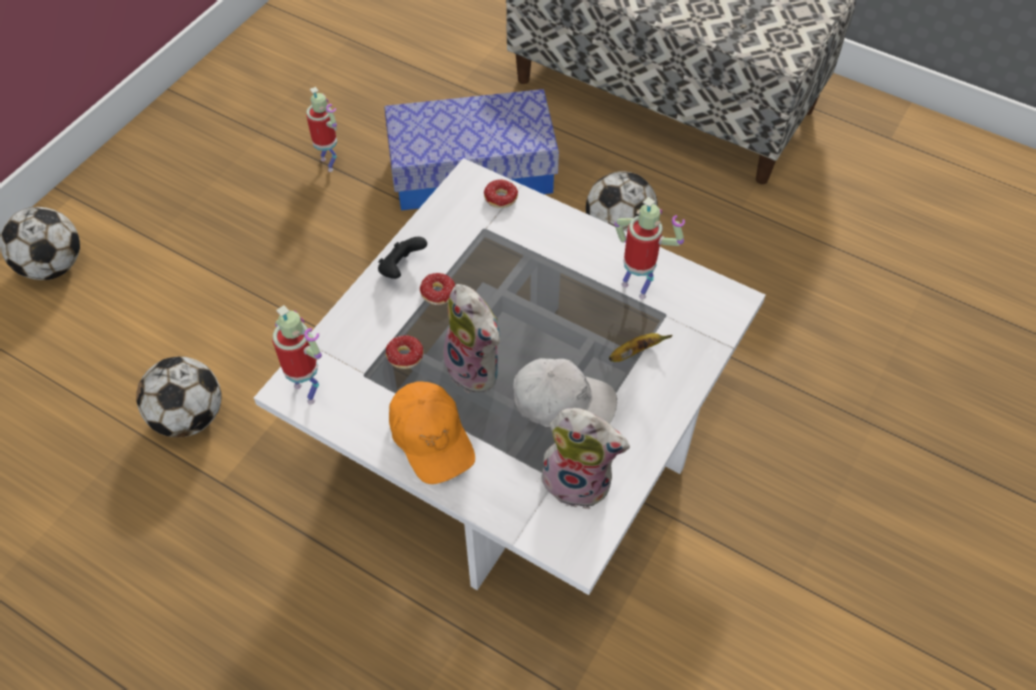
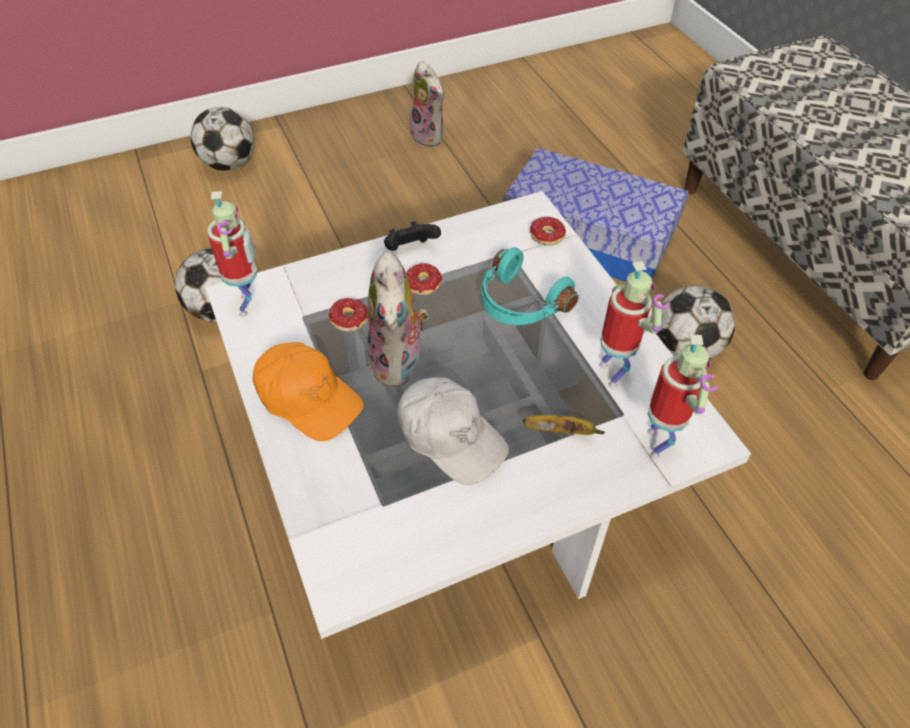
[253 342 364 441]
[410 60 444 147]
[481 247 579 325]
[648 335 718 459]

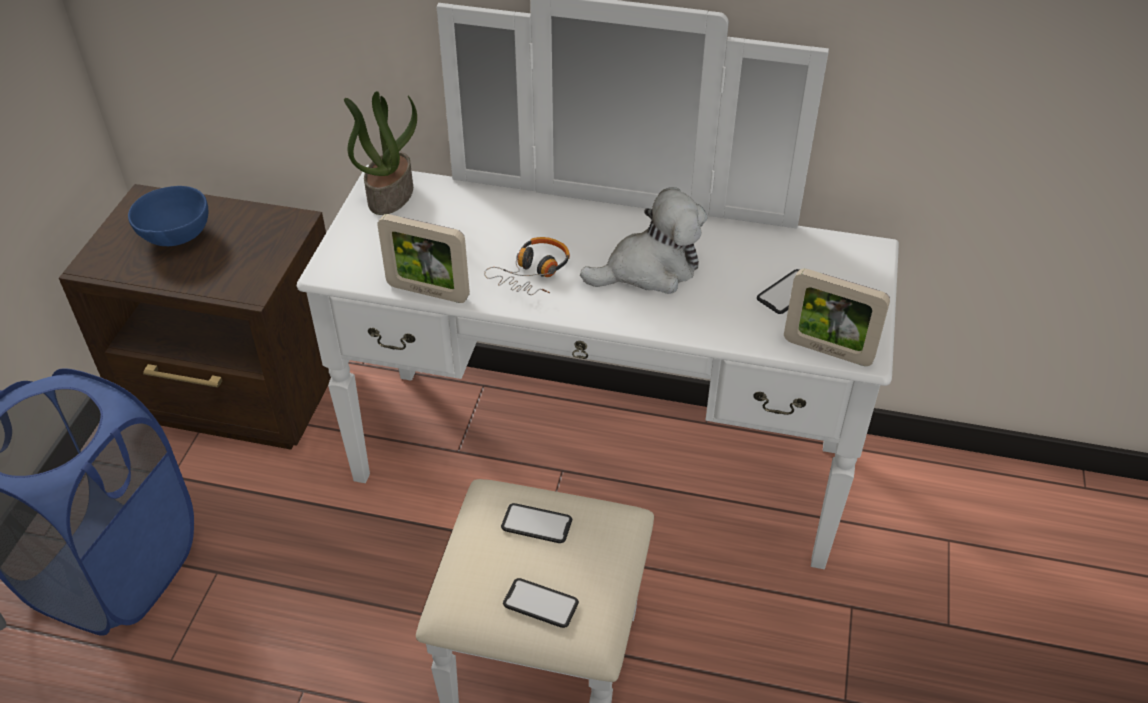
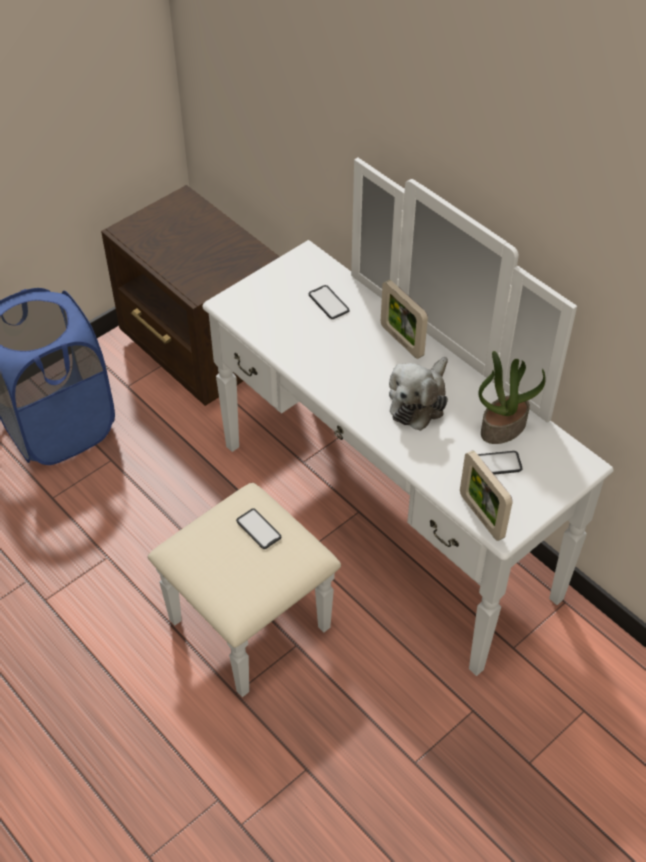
[308 285 350 319]
[381 280 428 359]
[389 357 448 431]
[478 351 545 444]
[128 186 208 246] (first image)
[484 237 570 295] (first image)

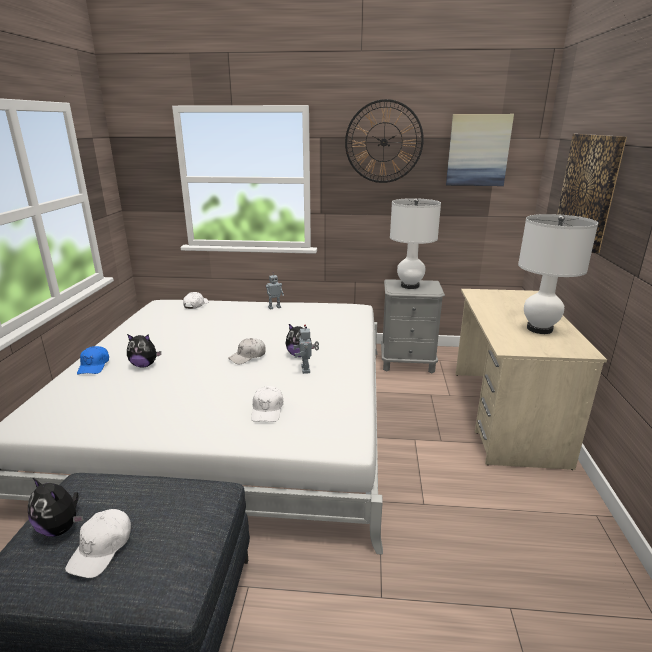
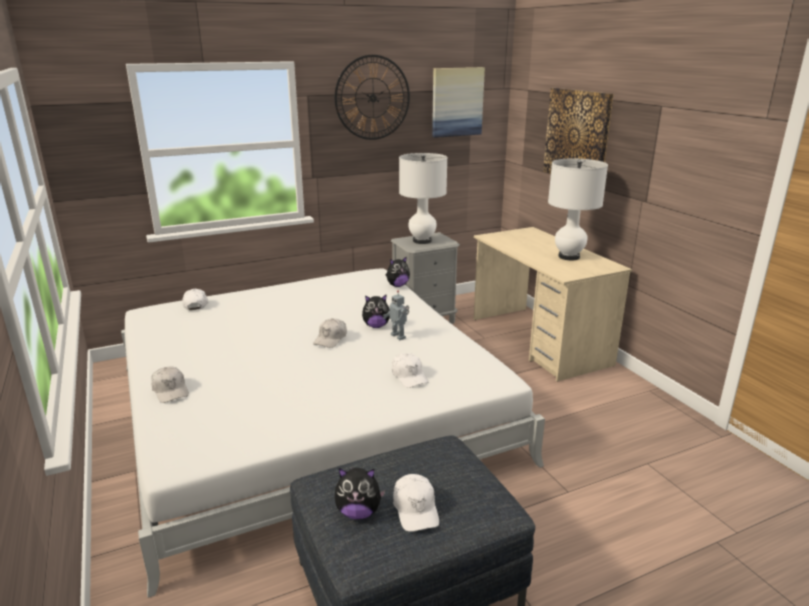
[151 366 189 403]
[385 256 410 287]
[266 272 284 309] (first image)

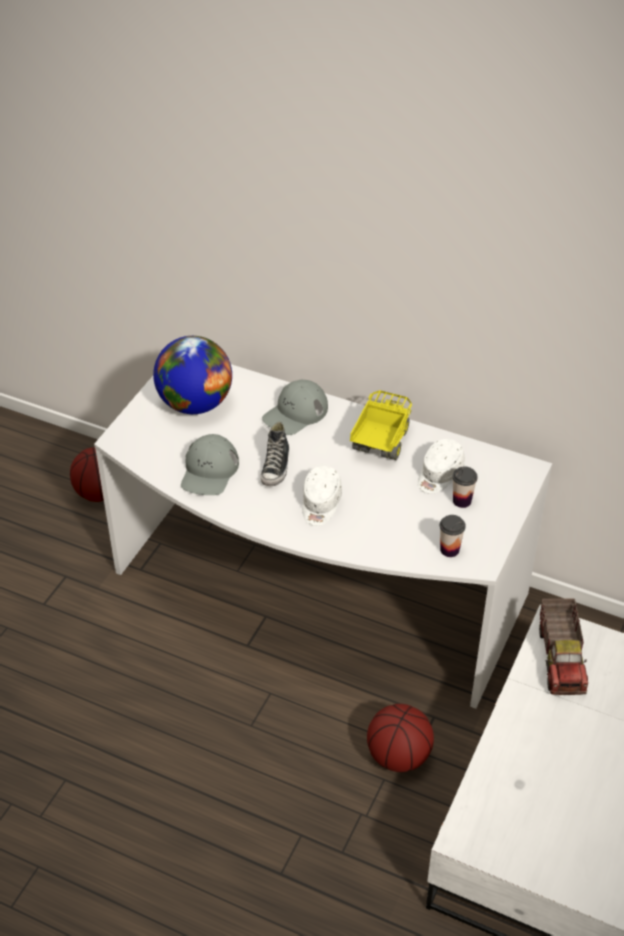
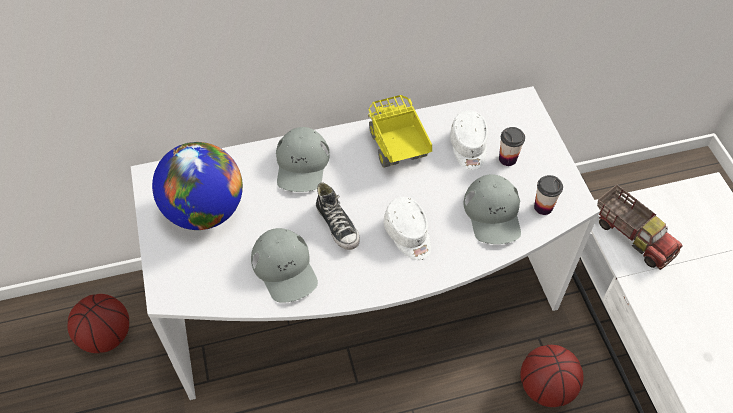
[463 174 521 244]

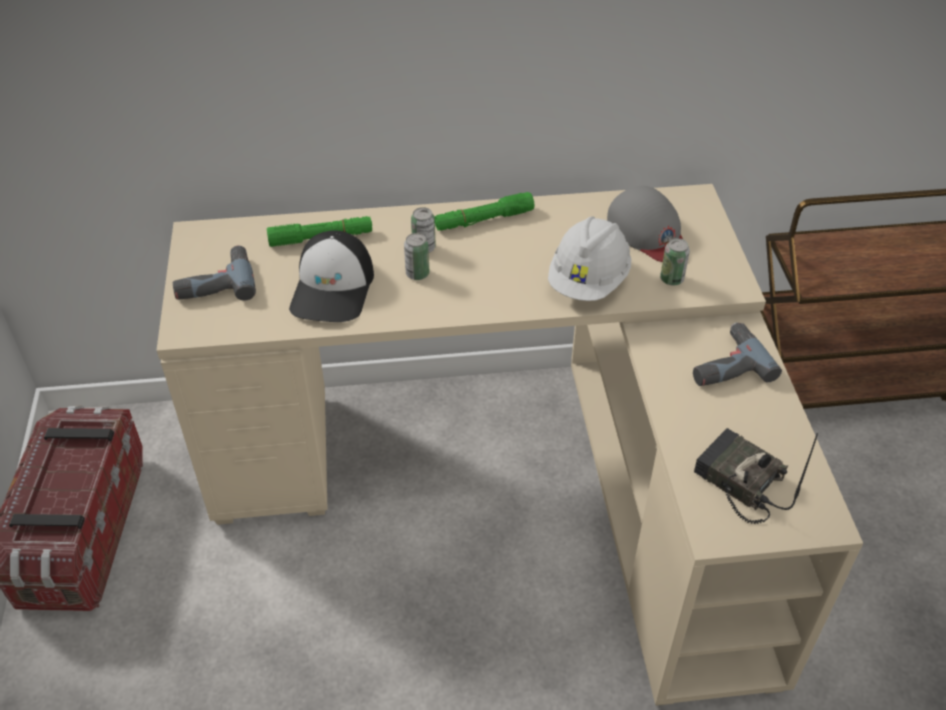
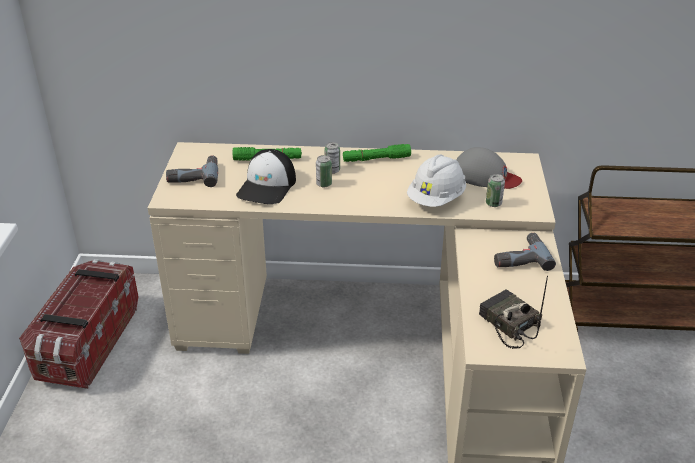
[456 147 522 189]

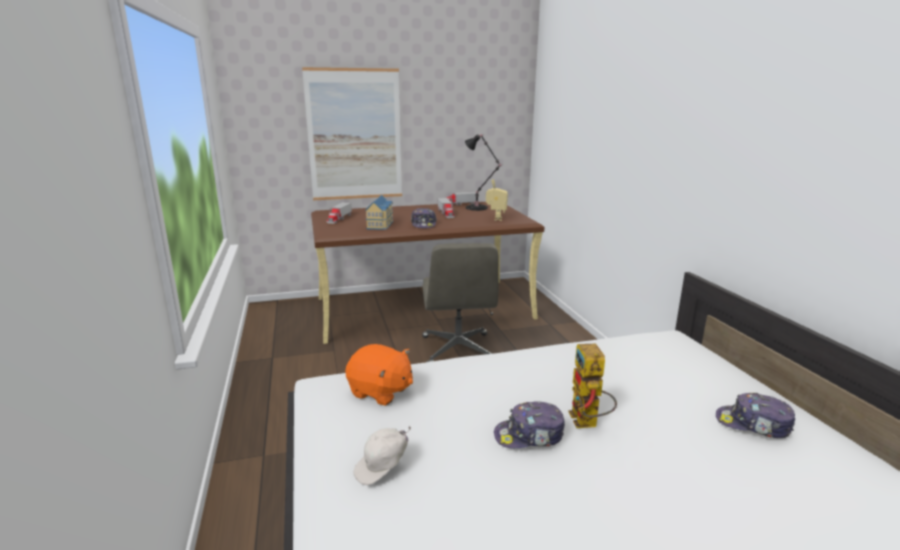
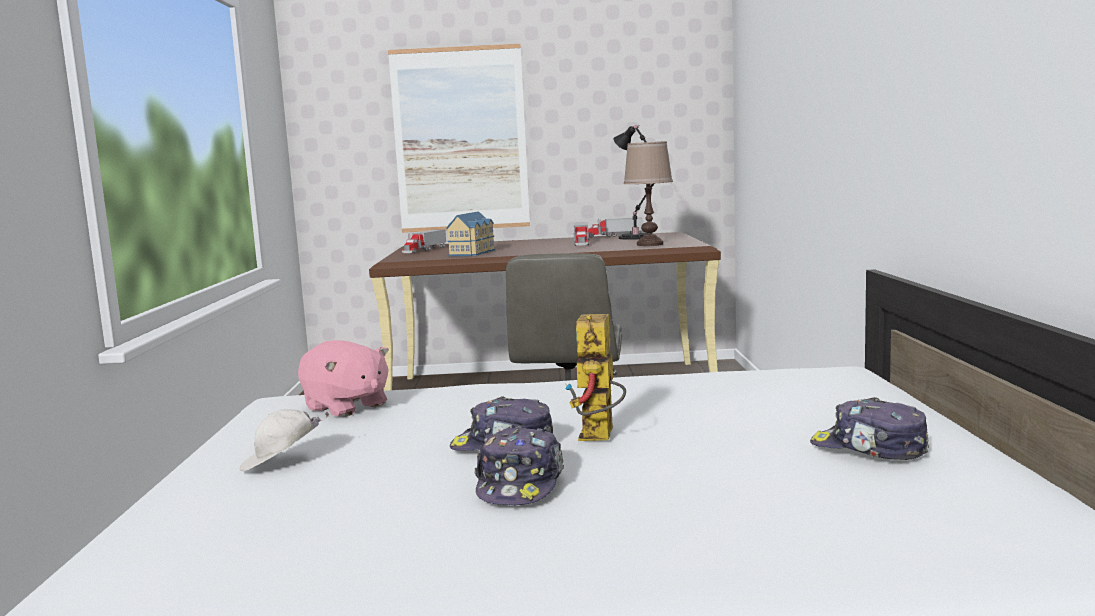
[298 341 389 417]
[474 426 564 506]
[624 141 673 246]

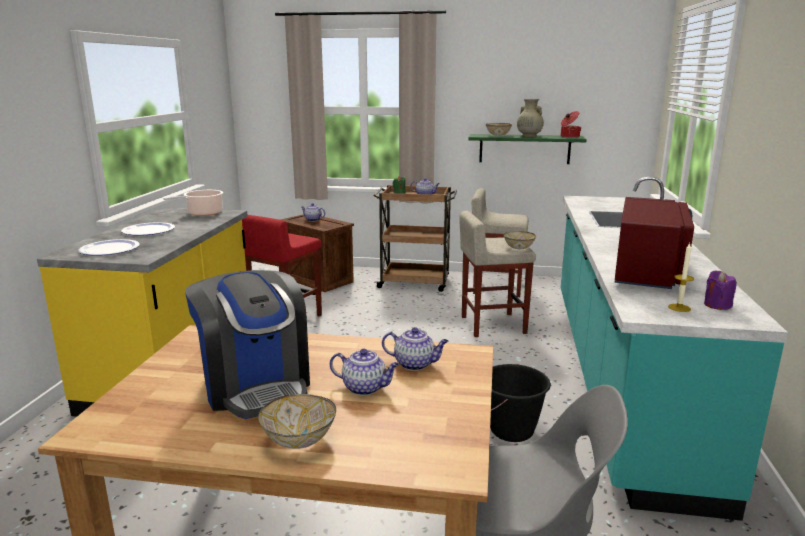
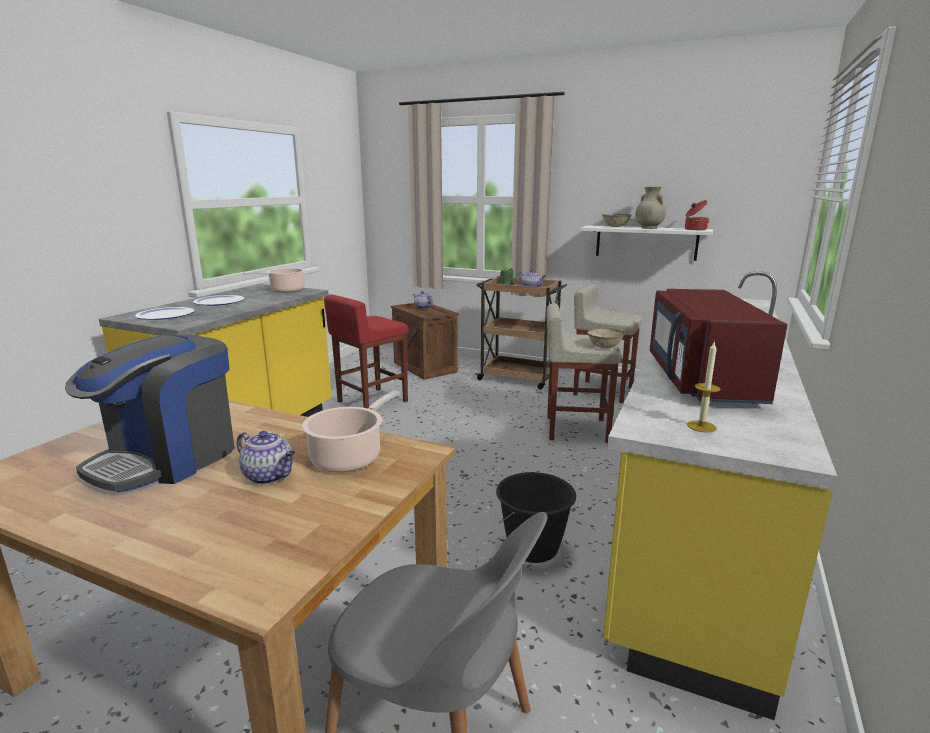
[65 334 235 493]
[302 391 399 472]
[580 225 713 261]
[603 271 837 720]
[650 289 787 404]
[258 394 336 449] (first image)
[704 270 737 310] (first image)

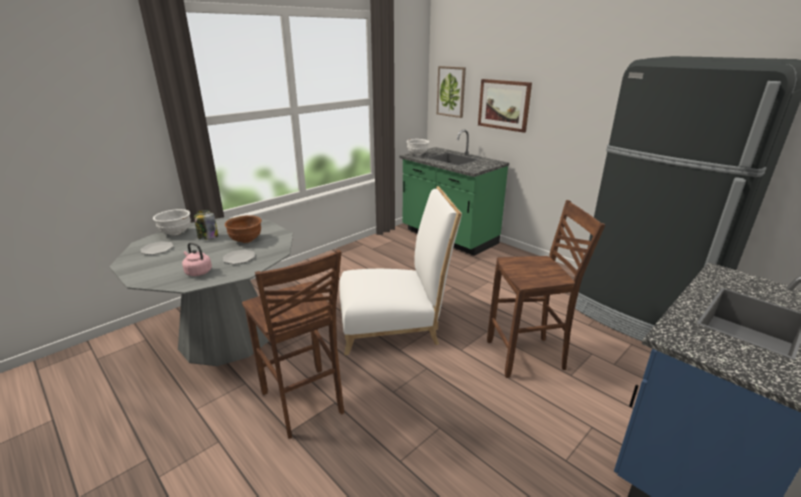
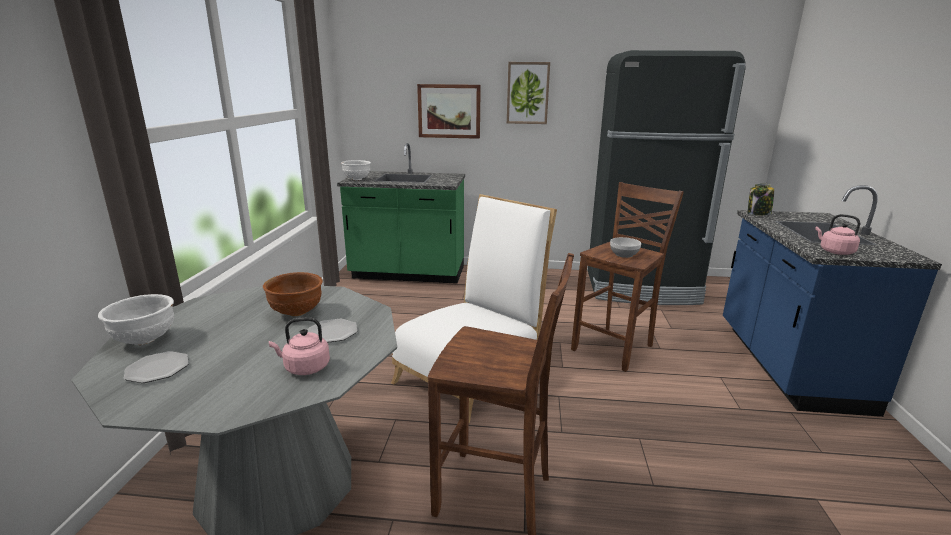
[507 62 550 124]
[610 237 641 258]
[748 184 774 215]
[815 214 860 255]

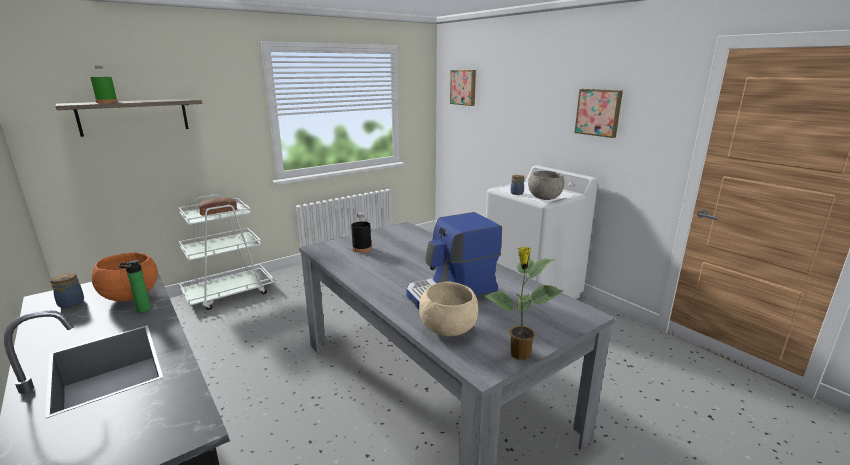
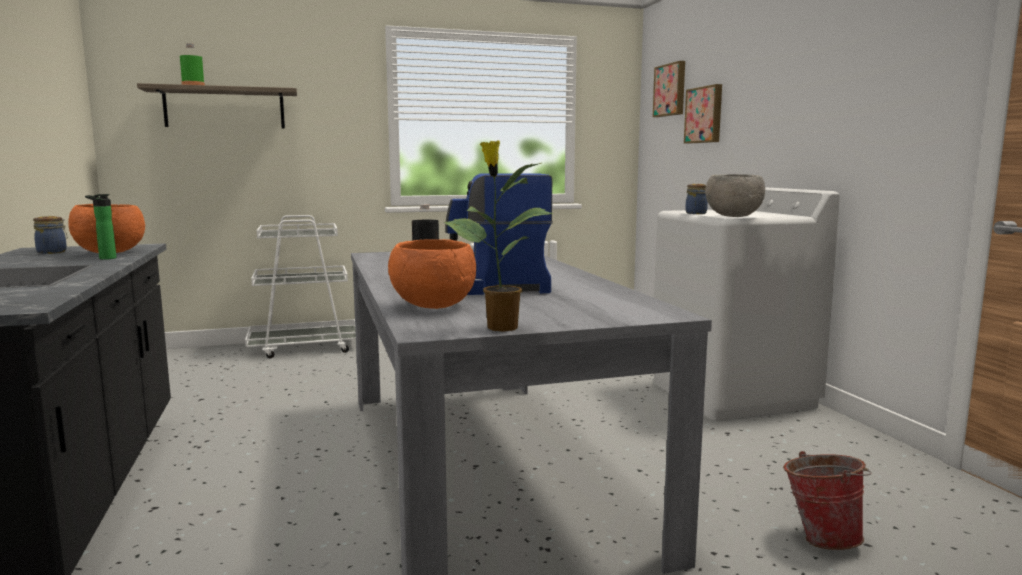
[388 239 476 309]
[684 84 722 144]
[783 451 872 550]
[199 198 237 216] (first image)

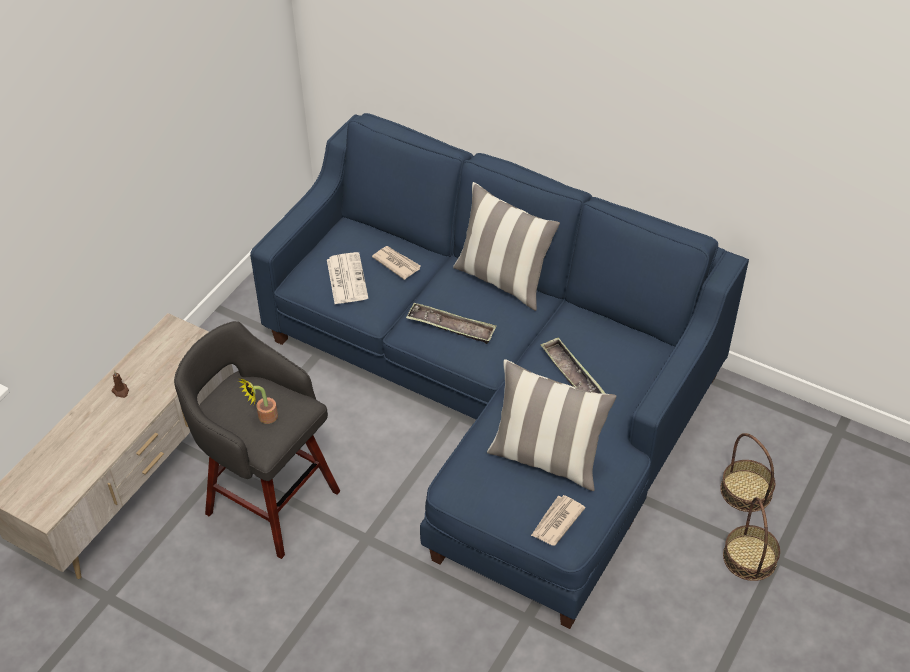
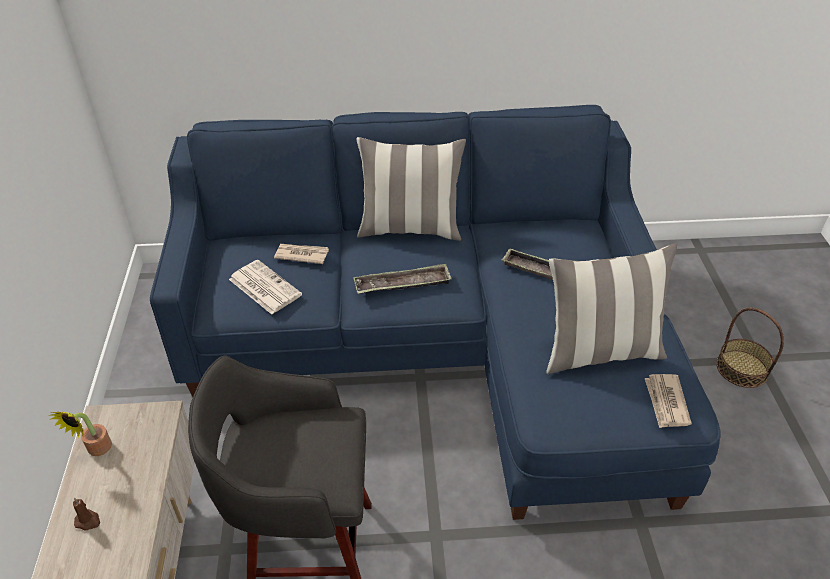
[49 412 112 456]
[720 433 775 512] (first image)

